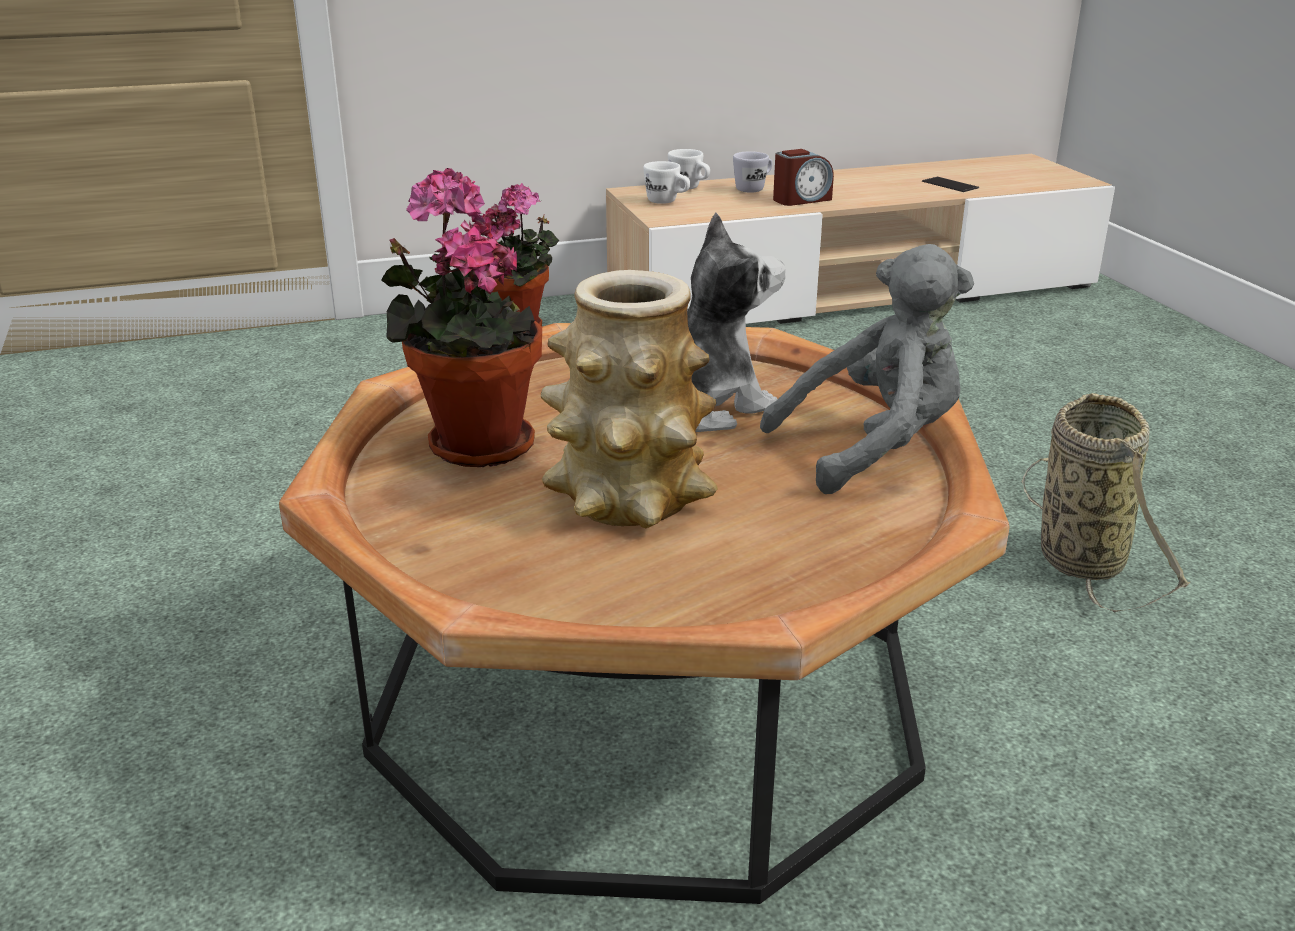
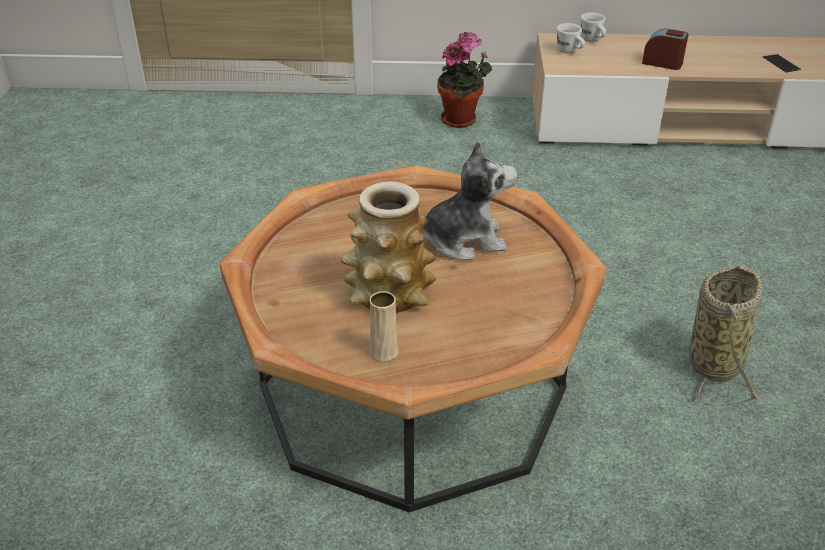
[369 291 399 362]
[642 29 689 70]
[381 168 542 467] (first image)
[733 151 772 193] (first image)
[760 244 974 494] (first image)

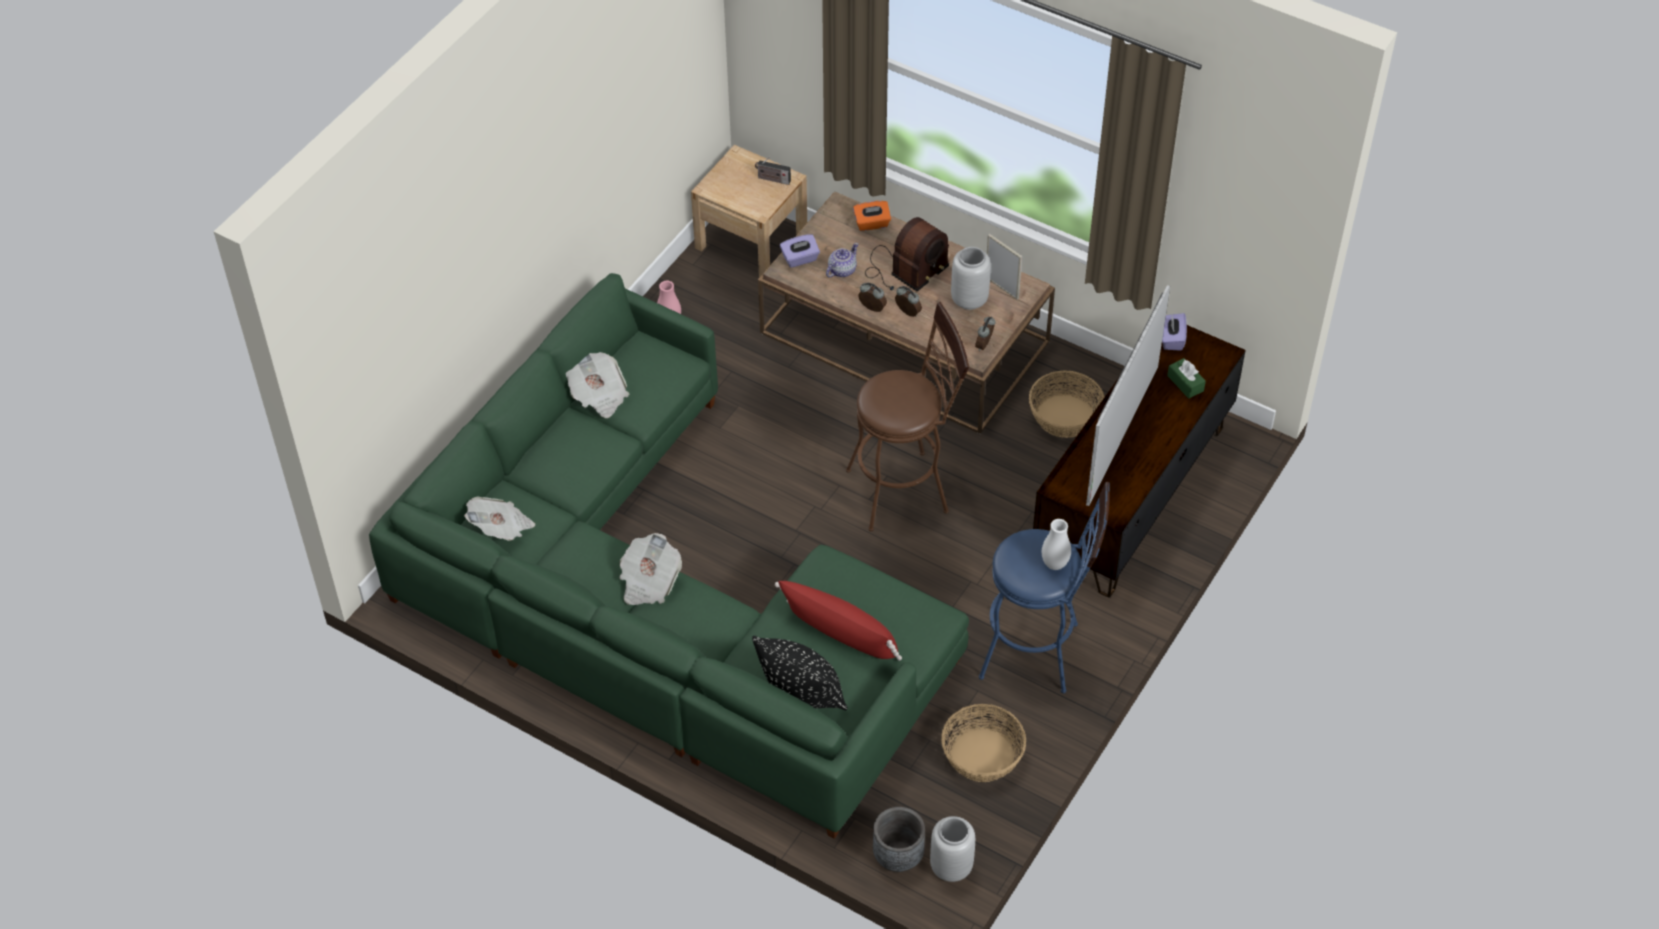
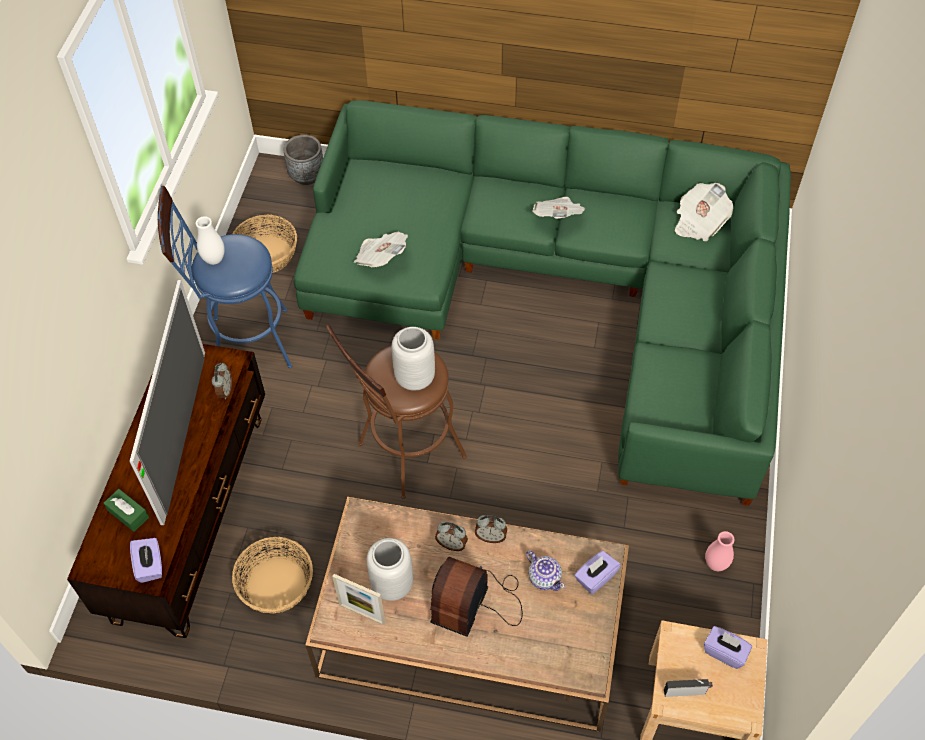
[212 362 232 399]
[354 231 408 267]
[392 327 435 391]
[526 551 565 591]
[704 626 752 669]
[752 636 848 710] (first image)
[775 581 902 661] (first image)
[853 201 891 231] (first image)

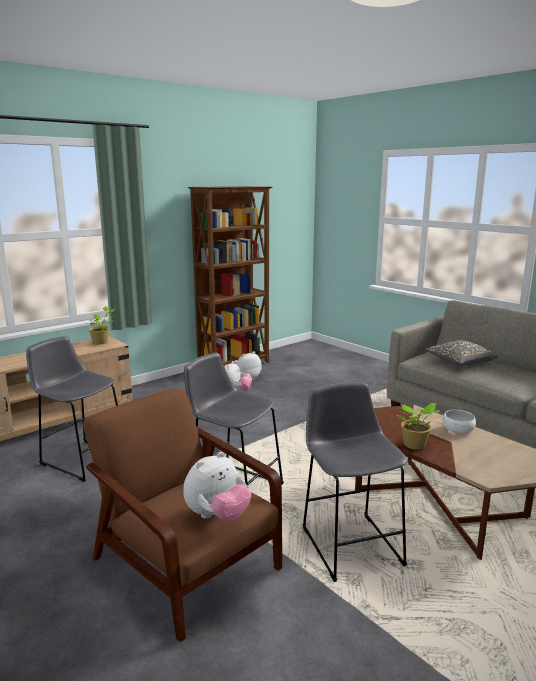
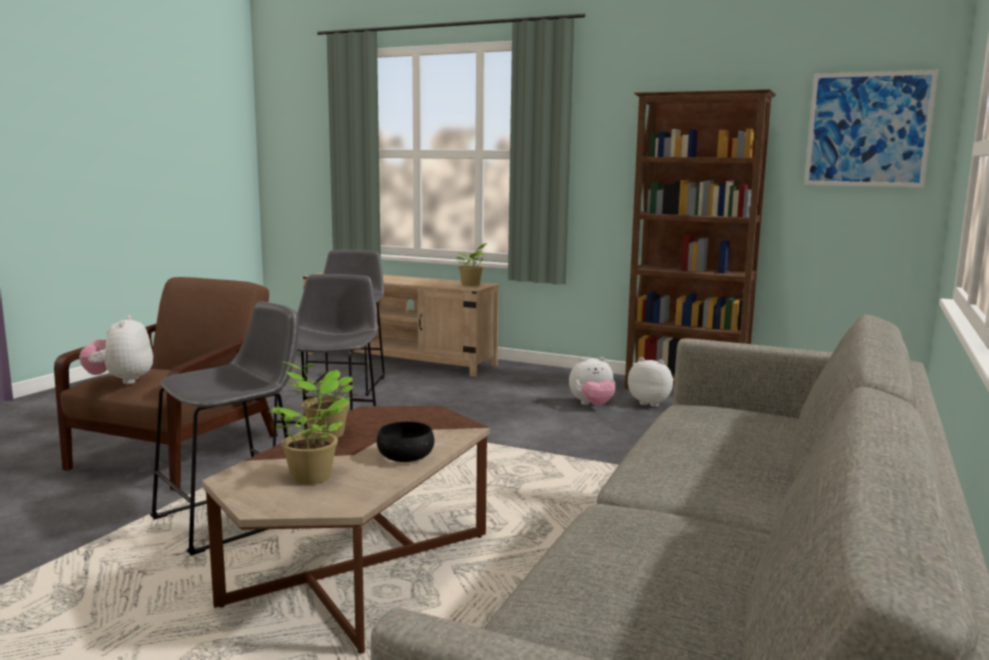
[79 315 153 384]
[269 378 350 485]
[377 421 434 462]
[804 70 938 187]
[425 340 498 366] (first image)

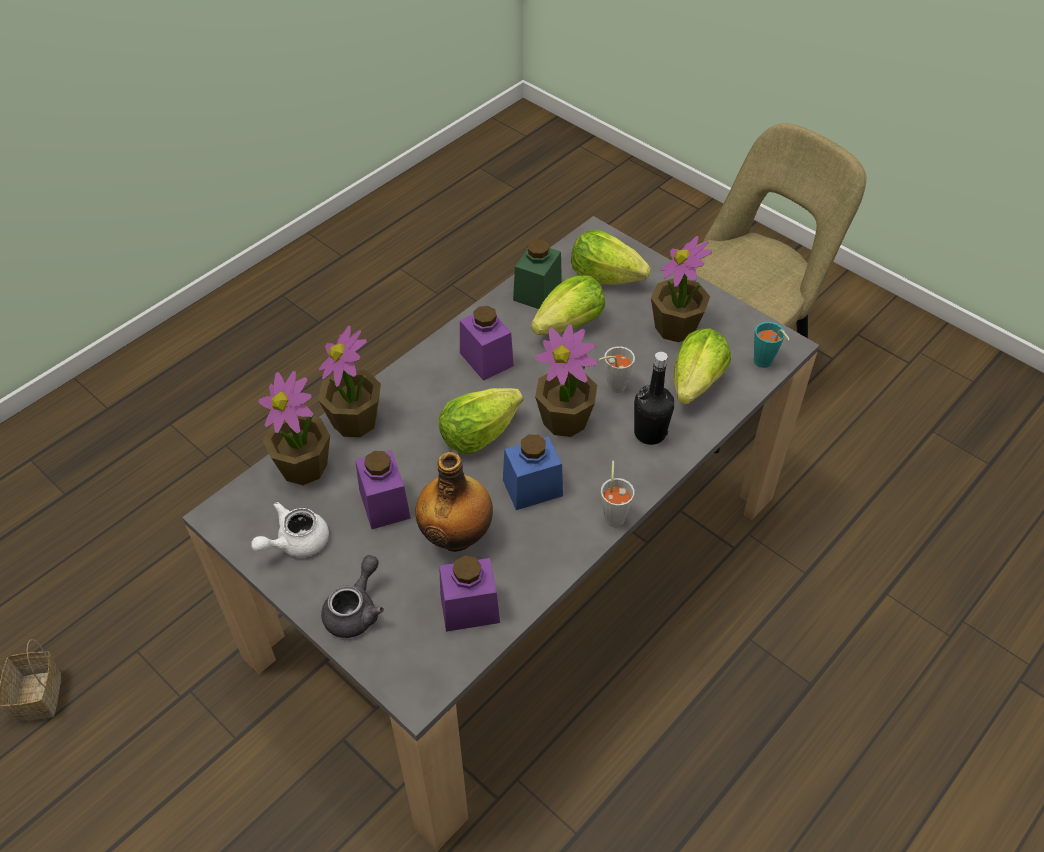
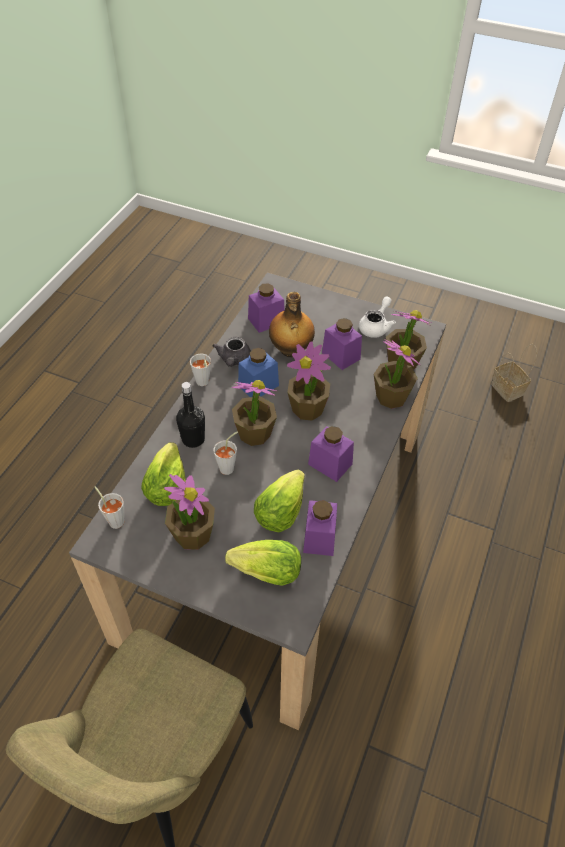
[94 486 124 529]
[213 337 251 367]
[287 342 331 420]
[303 500 337 556]

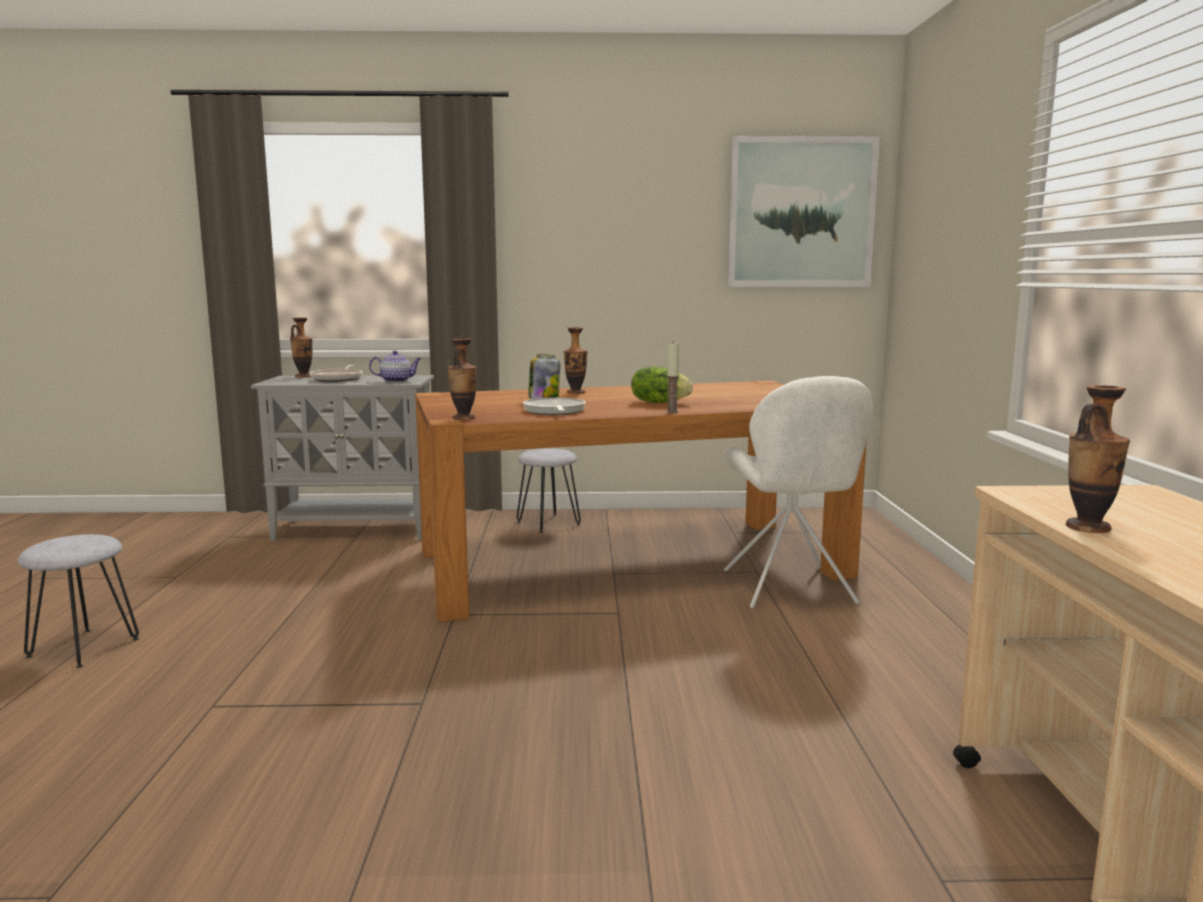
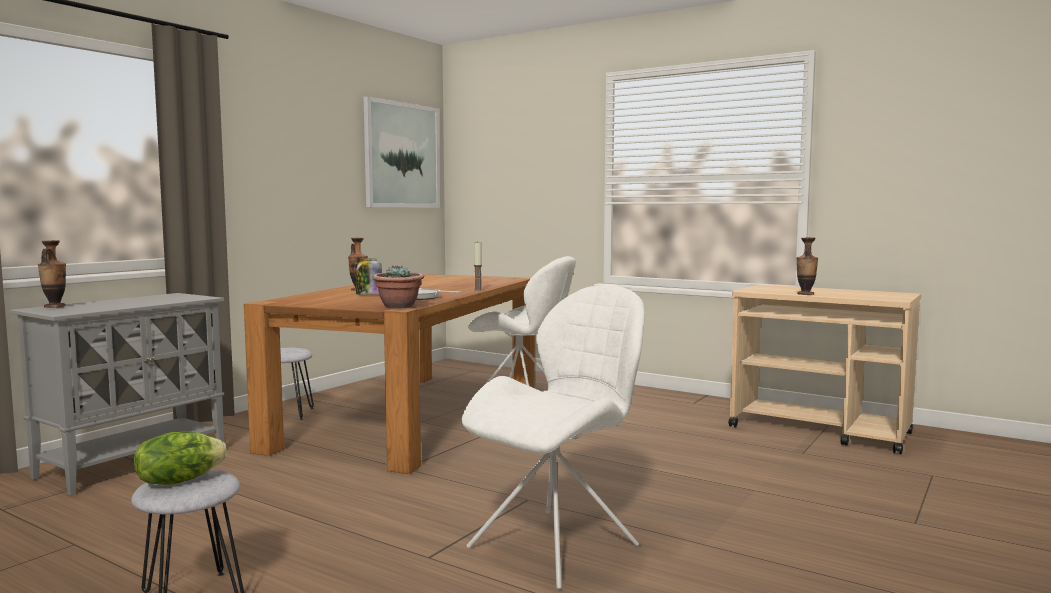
[134 431 227 485]
[372 265 424 309]
[462 285 645 589]
[310 365 362 382] (first image)
[369 351 421 382] (first image)

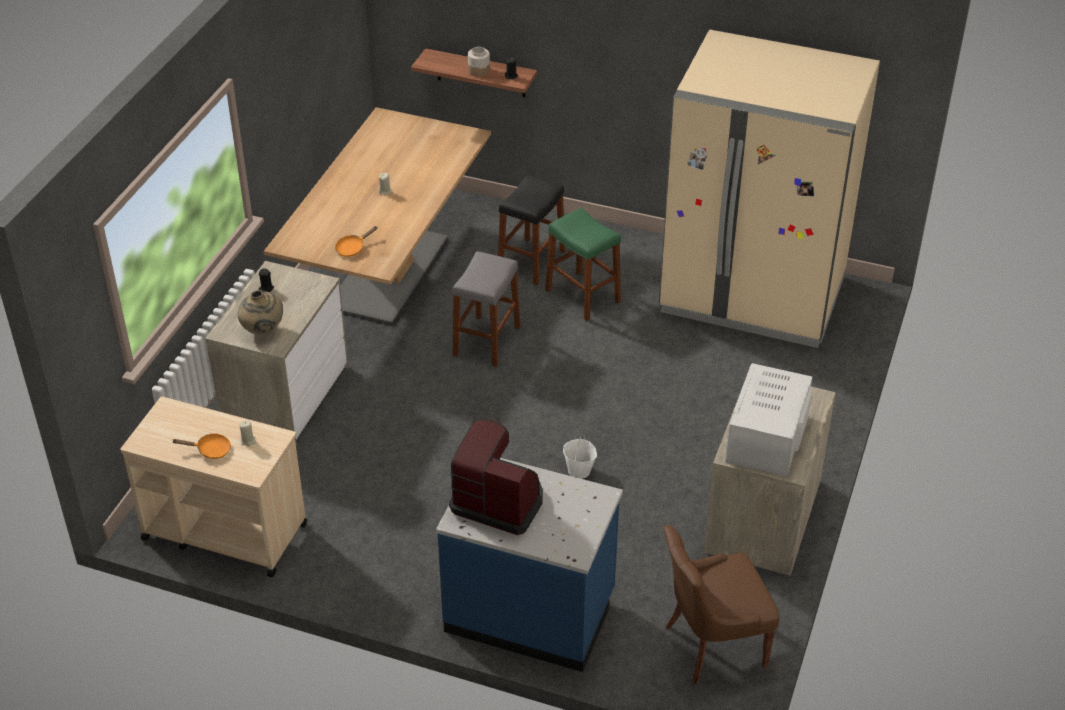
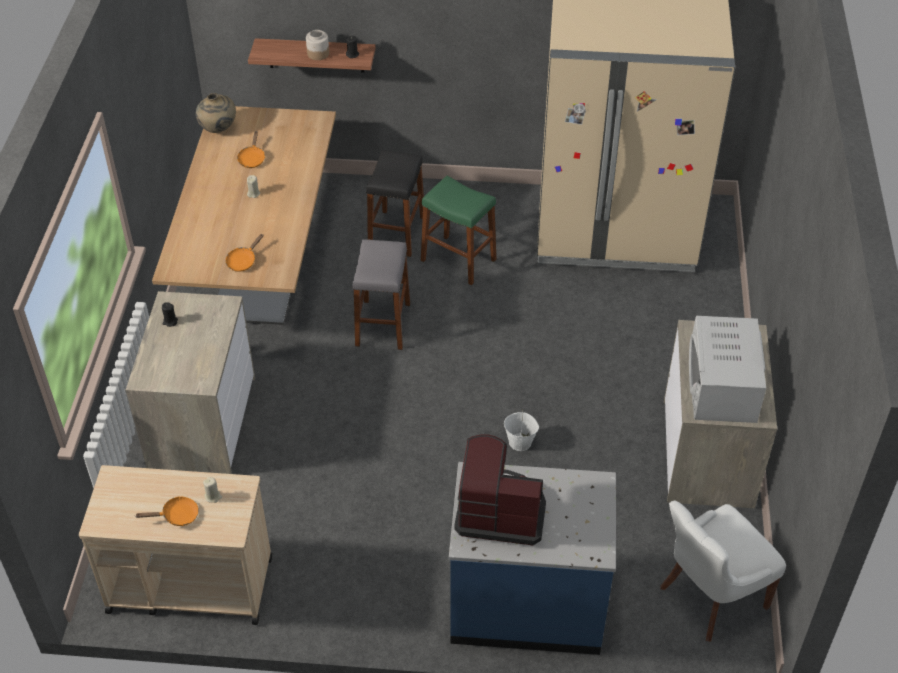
[196 93 236 133]
[237 131 265 168]
[660 501 786 642]

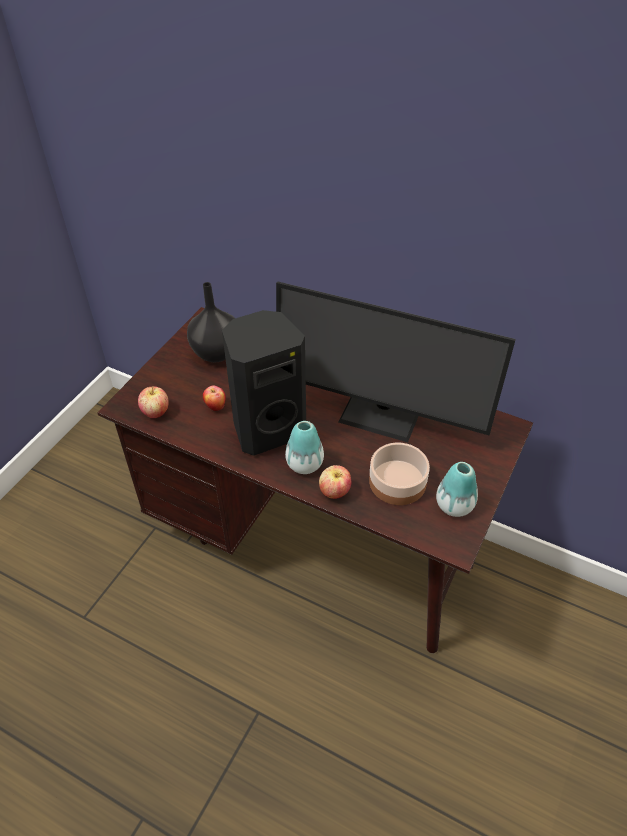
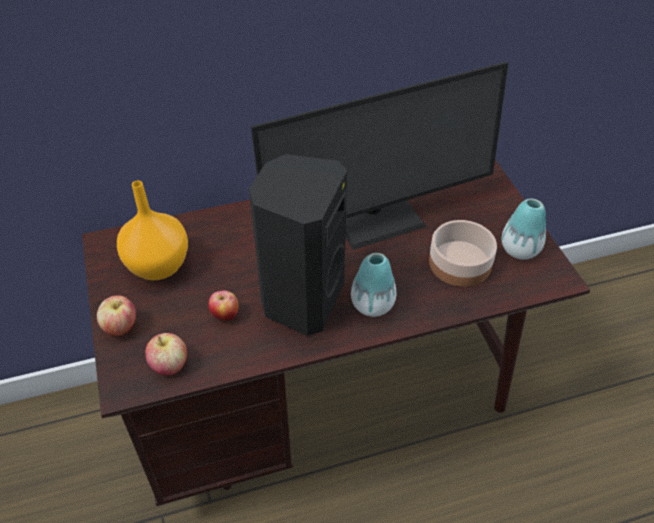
[97 295 136 336]
[117 181 188 280]

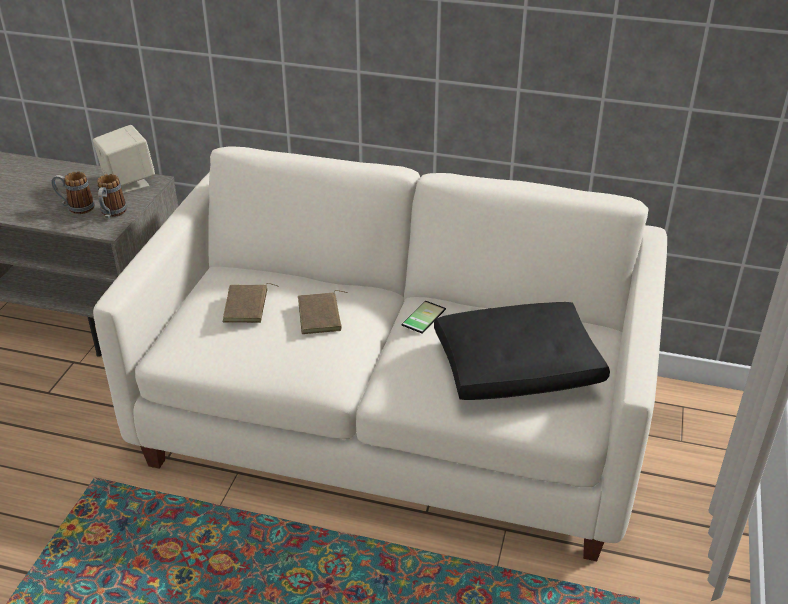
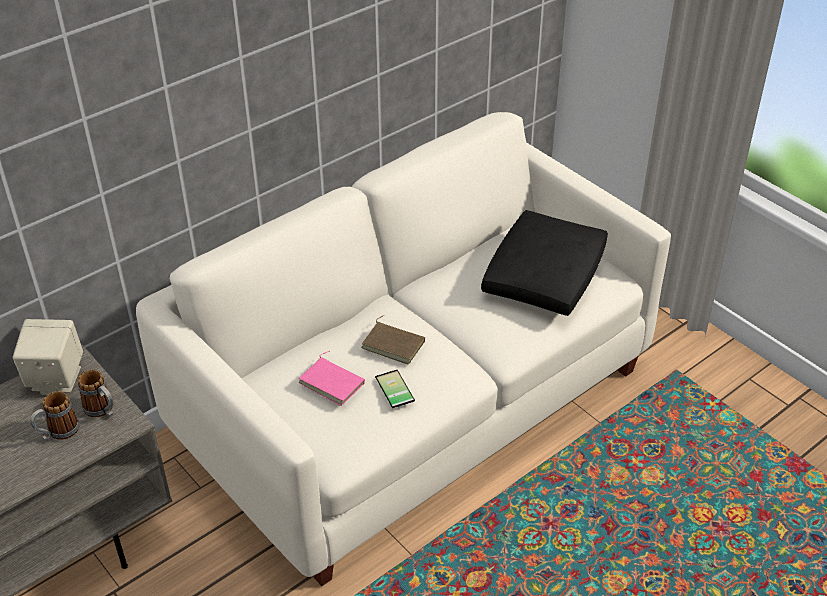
[299 351 365 406]
[375 370 415 408]

